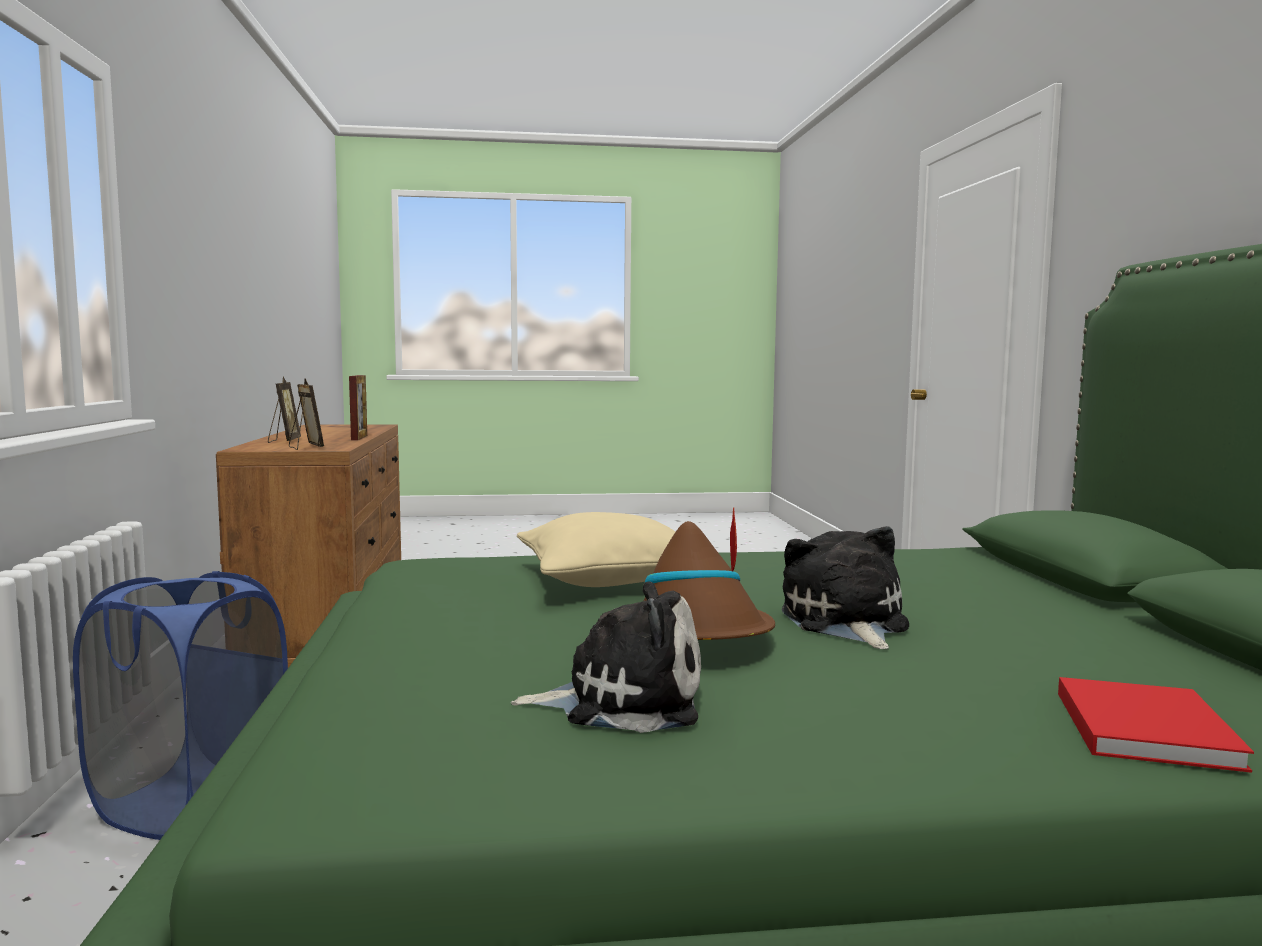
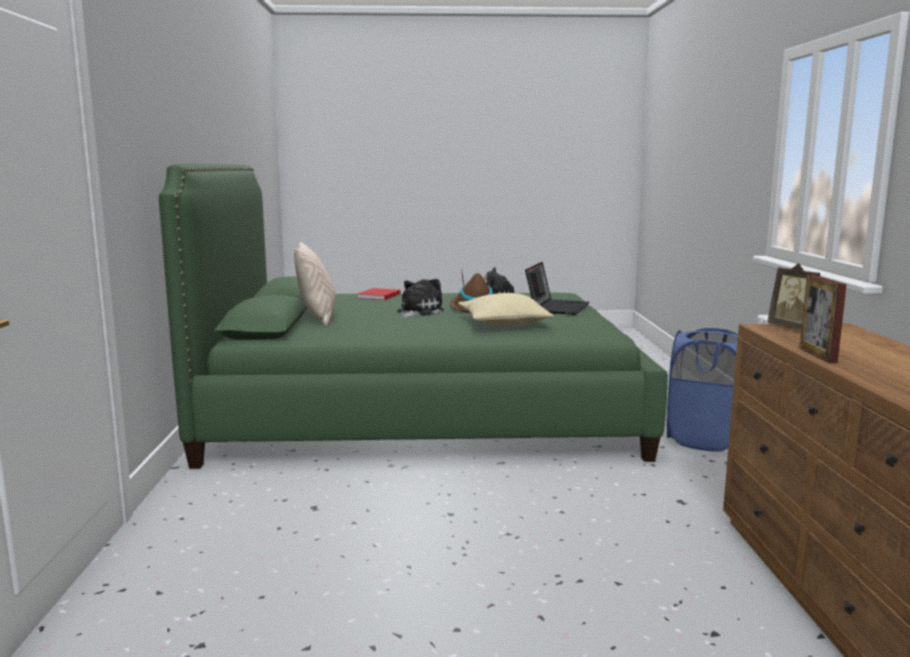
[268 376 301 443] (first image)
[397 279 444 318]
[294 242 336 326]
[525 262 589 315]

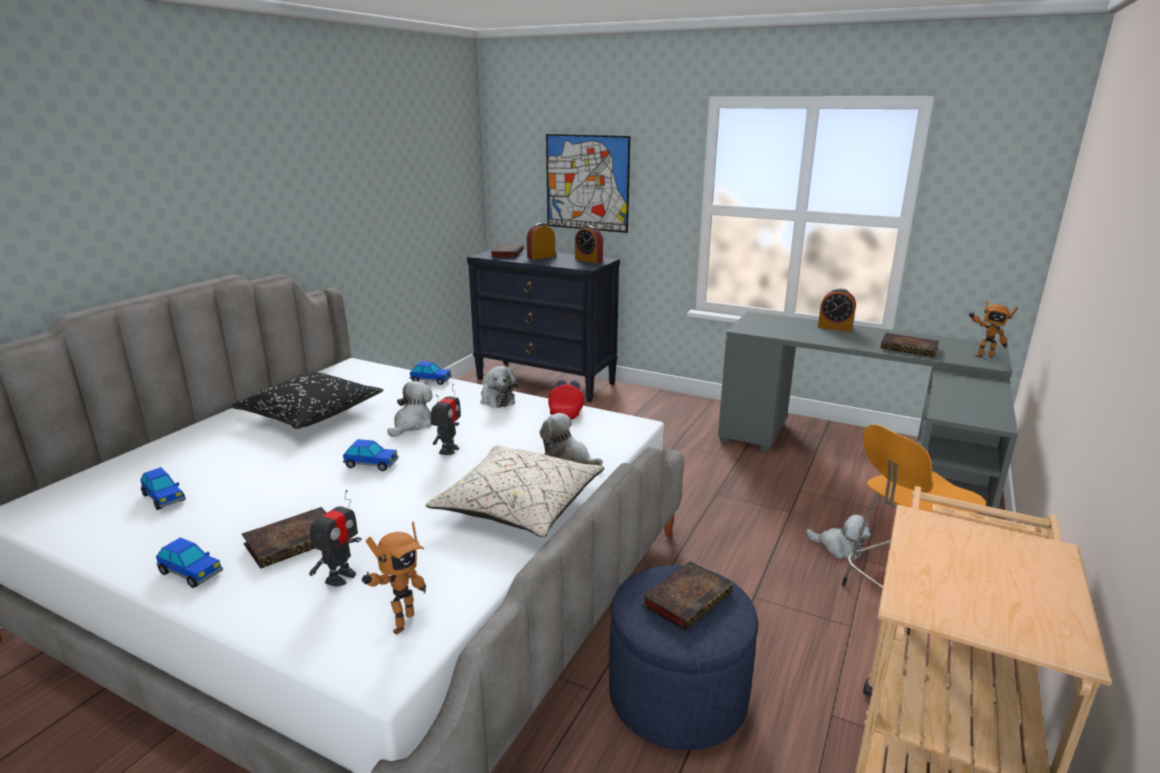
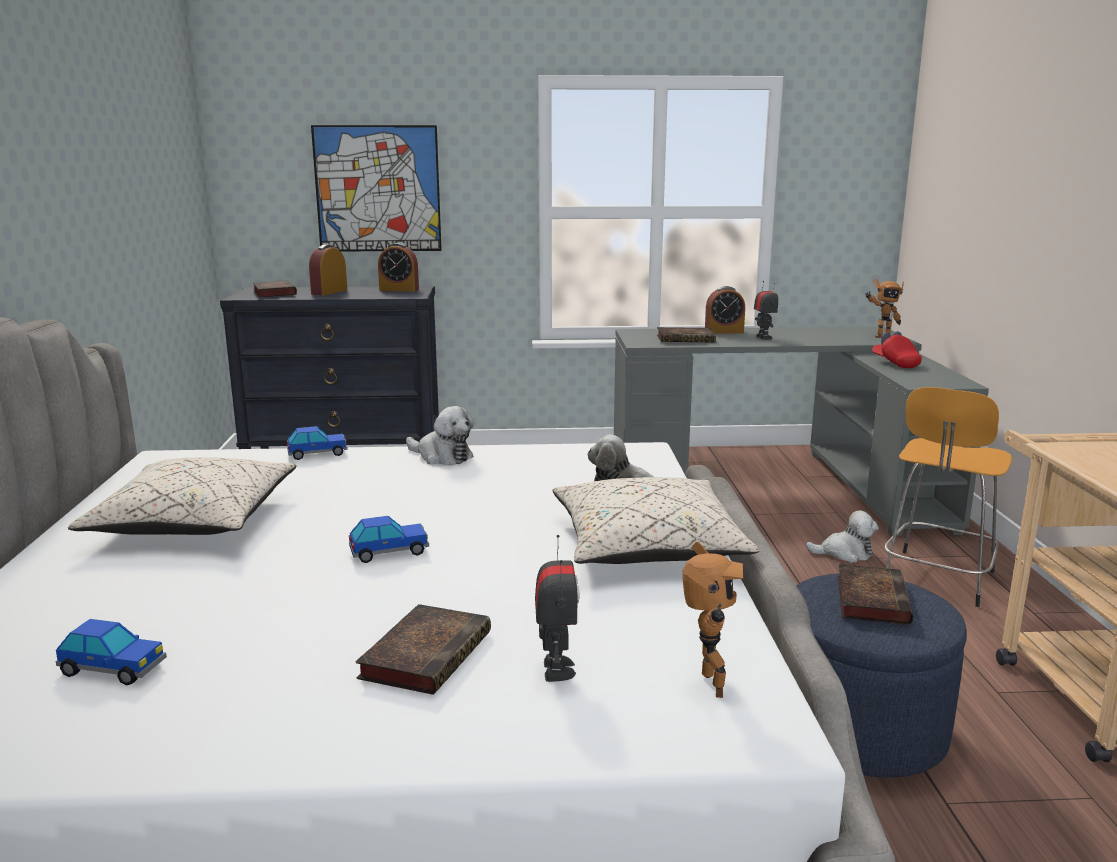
[657 327 716 343]
[68 457 296 535]
[872 331 922 368]
[388 381 433 437] (first image)
[754 281 778 340]
[156 537 223 588] (first image)

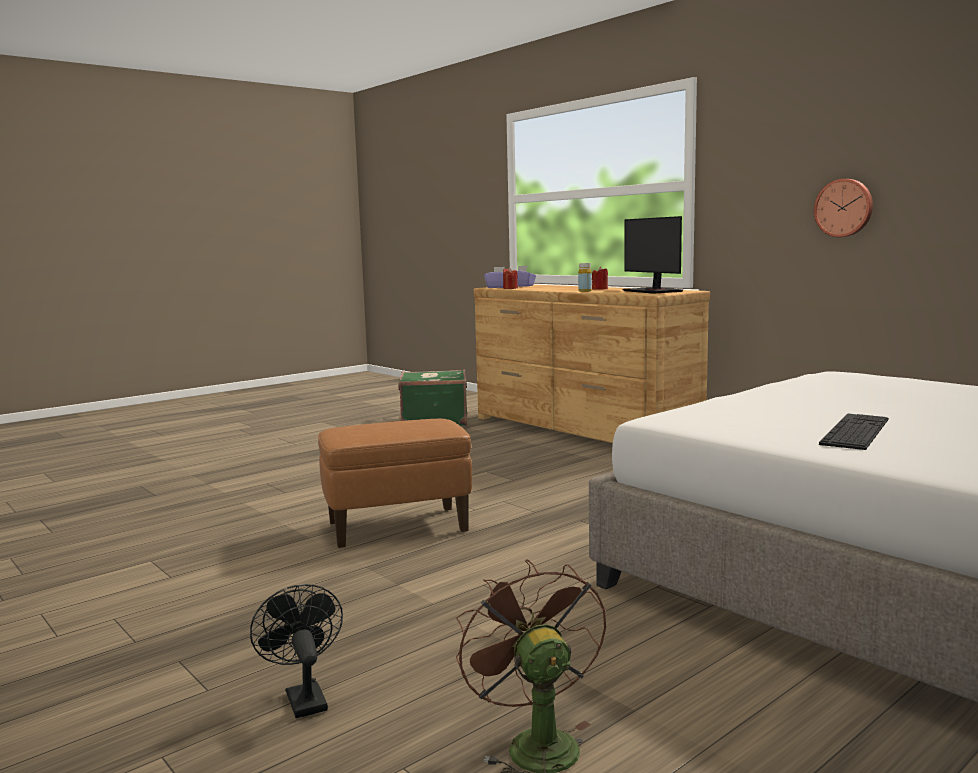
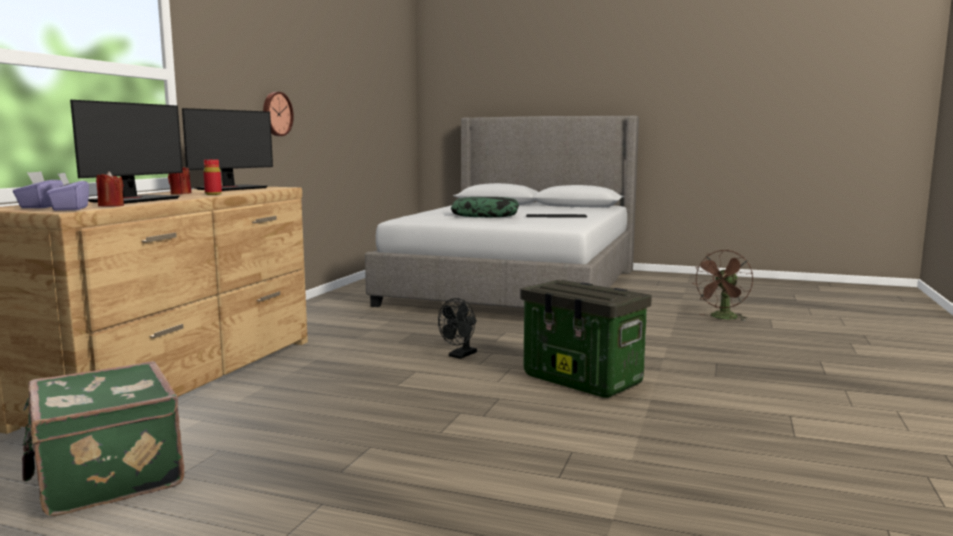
[203 160 222 195]
[520 280 652 398]
[438 298 477 359]
[70 100 183 204]
[451 197 519 217]

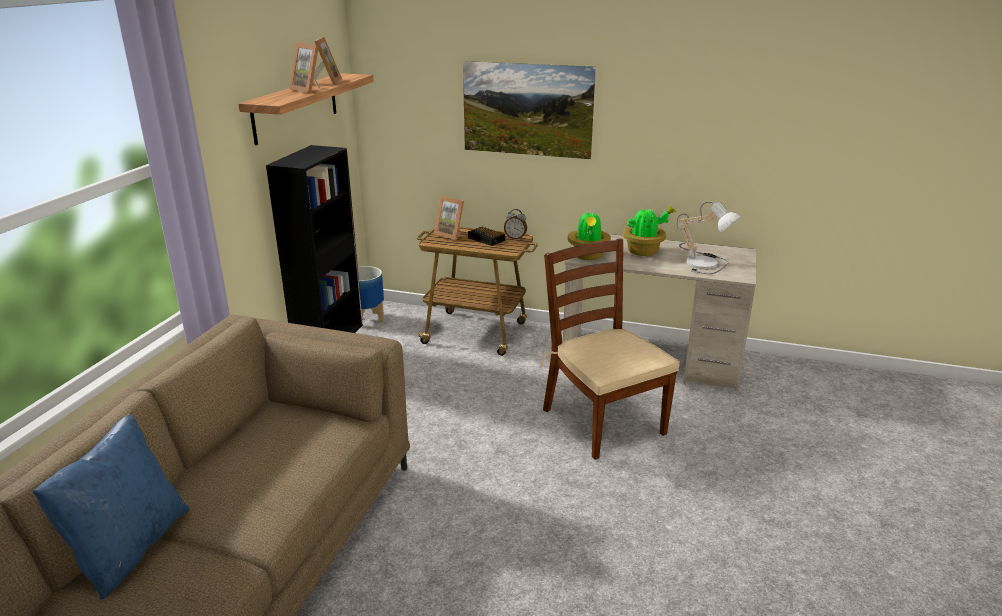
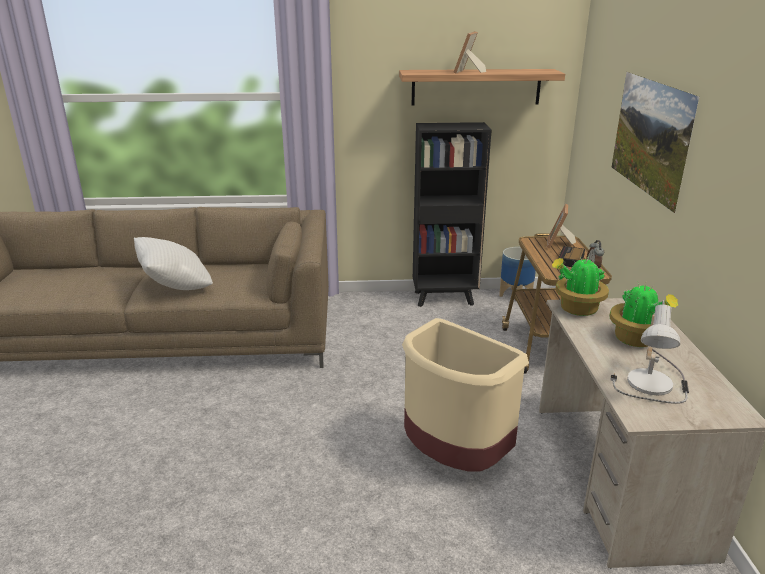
[313 37 342 85] (first image)
[402 318 529 471]
[32 414 190 600] (first image)
[134 237 213 290]

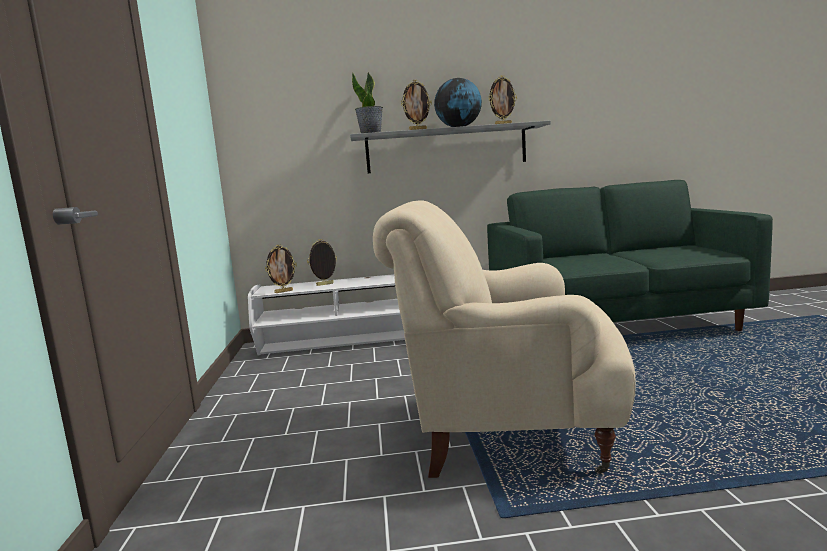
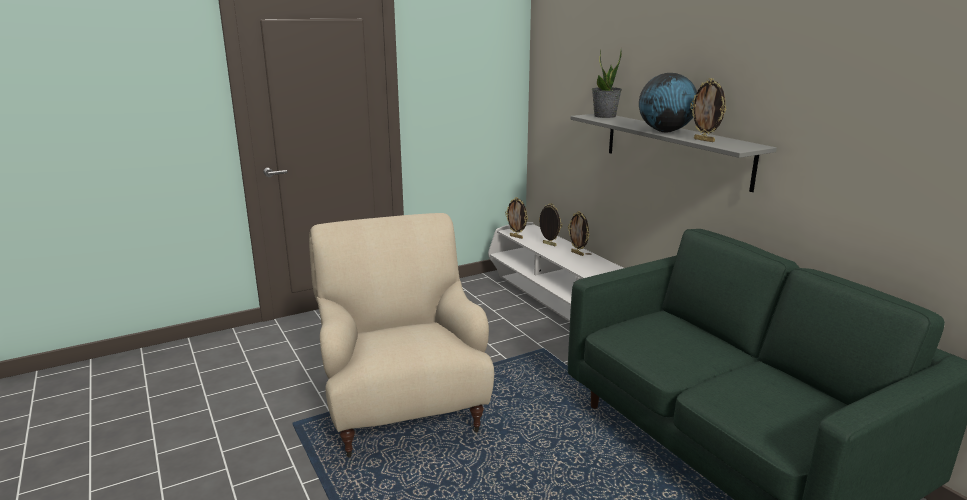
[568 211 589 256]

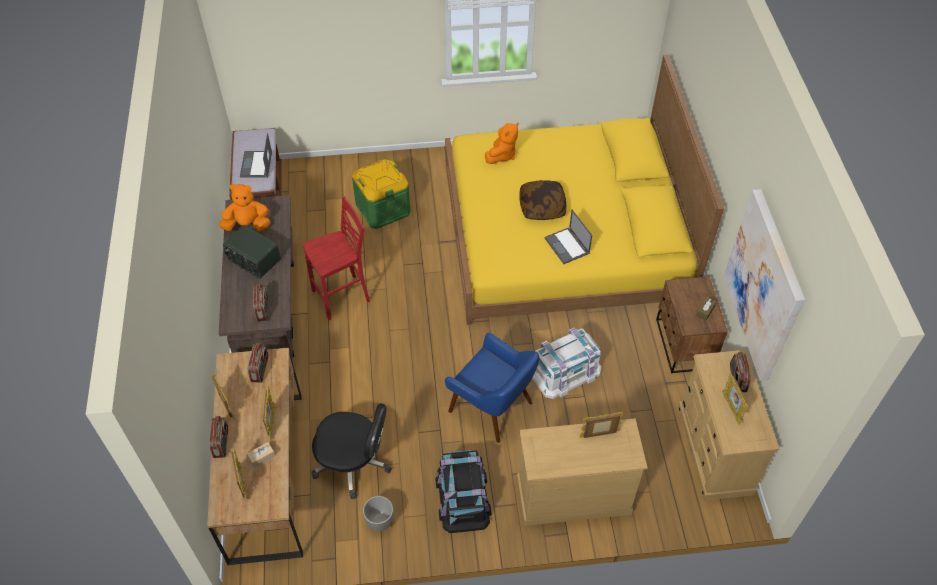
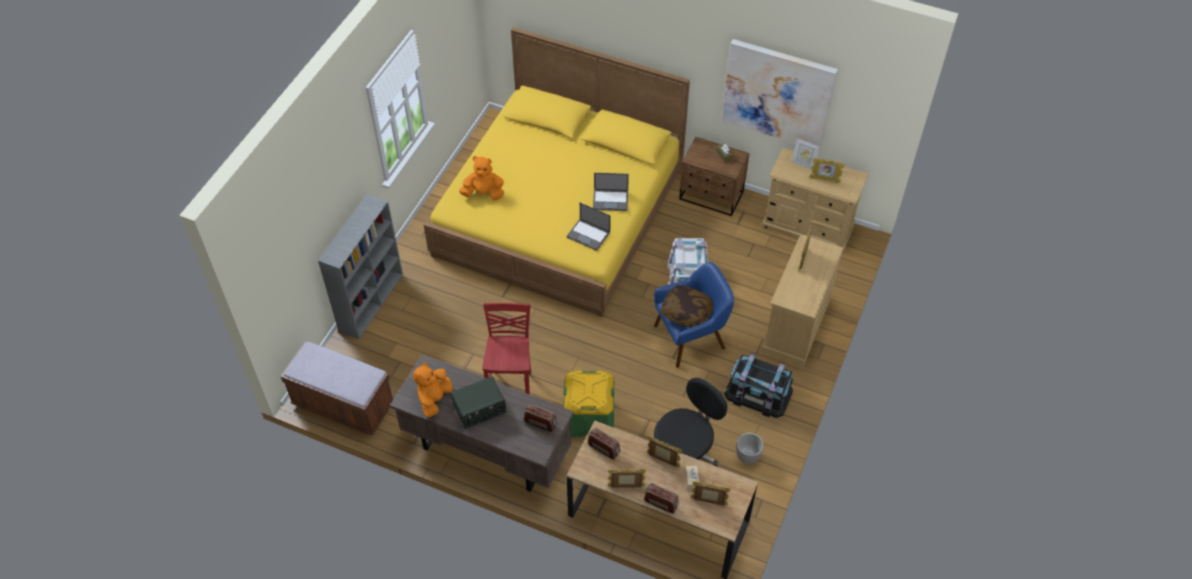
[459 156 504 200]
[566 203 611 251]
[563 370 614 437]
[660 285 713 328]
[792 138 819 170]
[318 194 403 339]

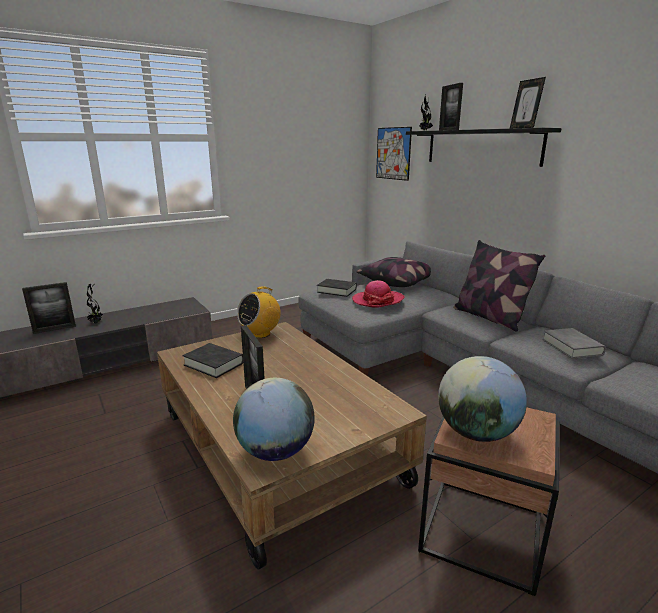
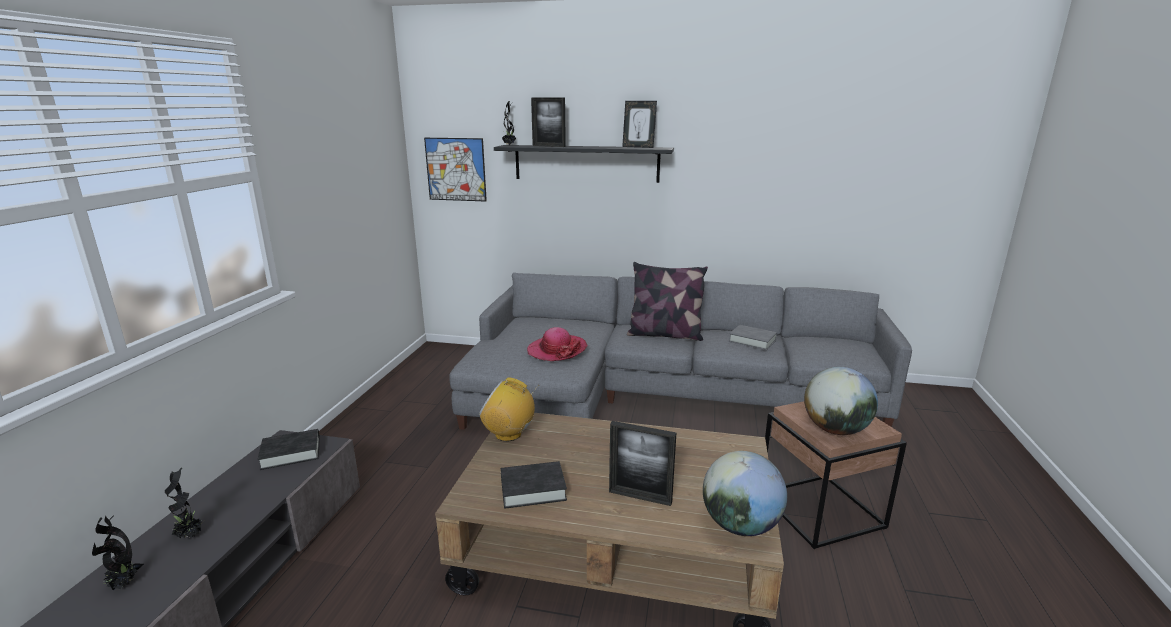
[356 257 431 287] (first image)
[257 429 320 470]
[92 515 144 590]
[479 377 539 442]

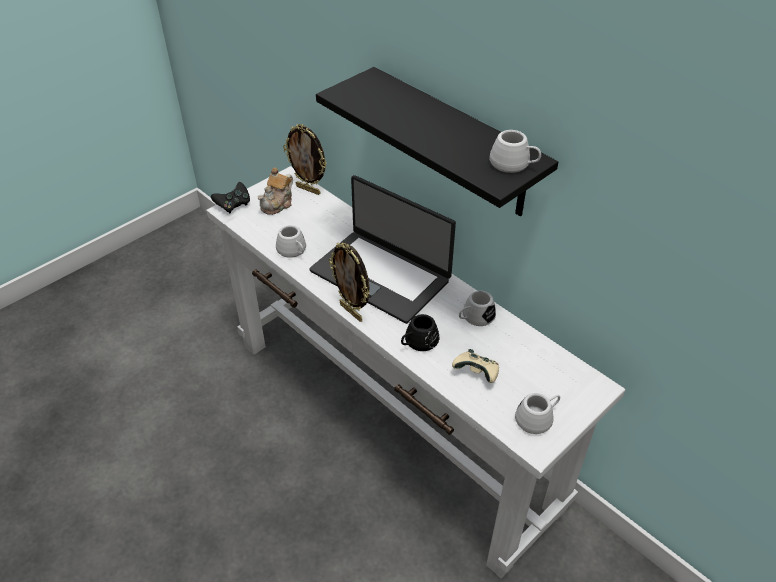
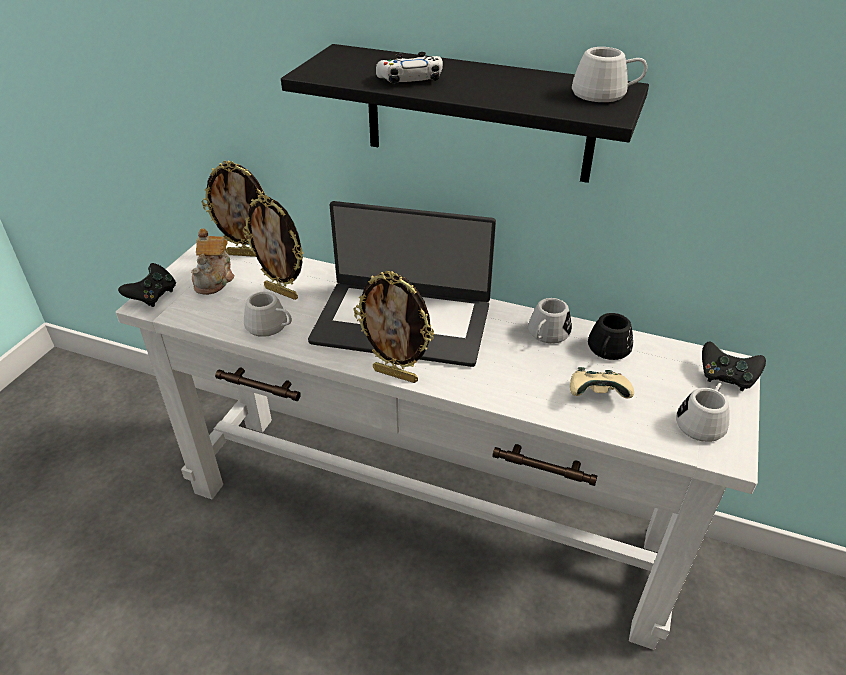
[588 313 633 360]
[376 52 443 84]
[243 194 303 300]
[702 342 766 391]

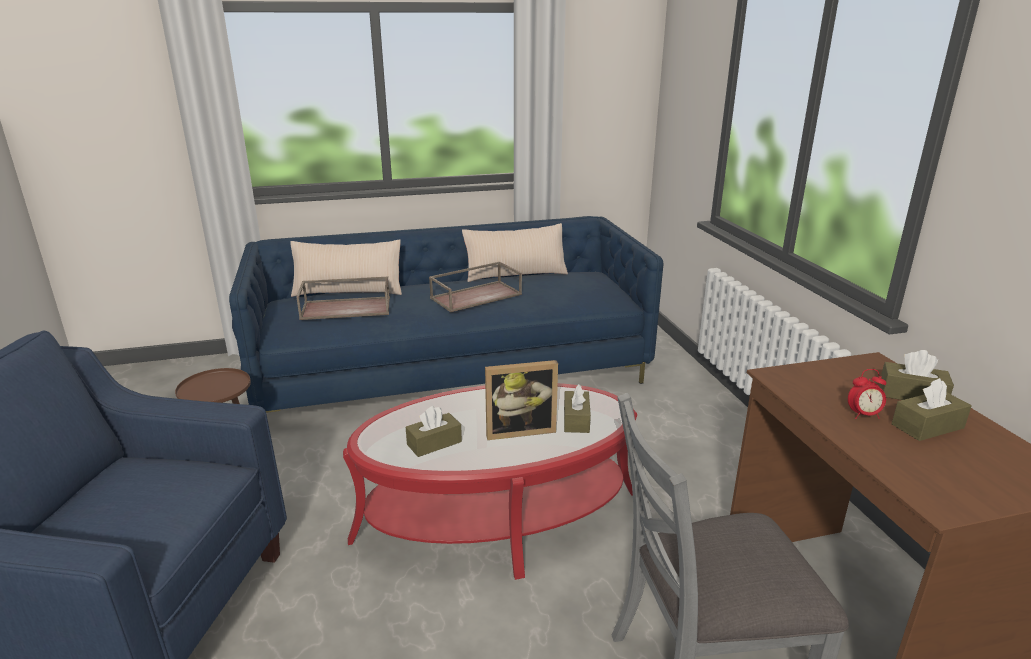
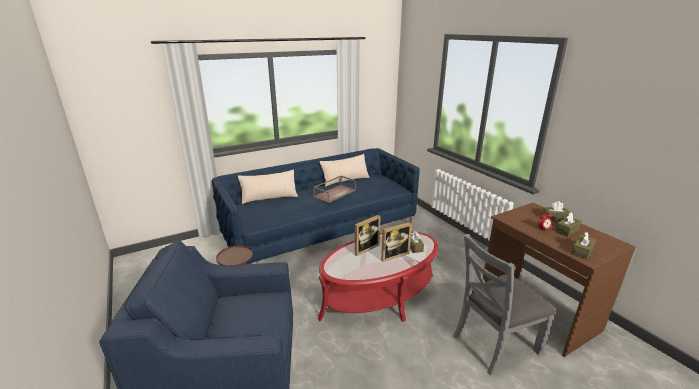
[296 277 390 320] (first image)
[571 232 596 260]
[355 215 381 256]

